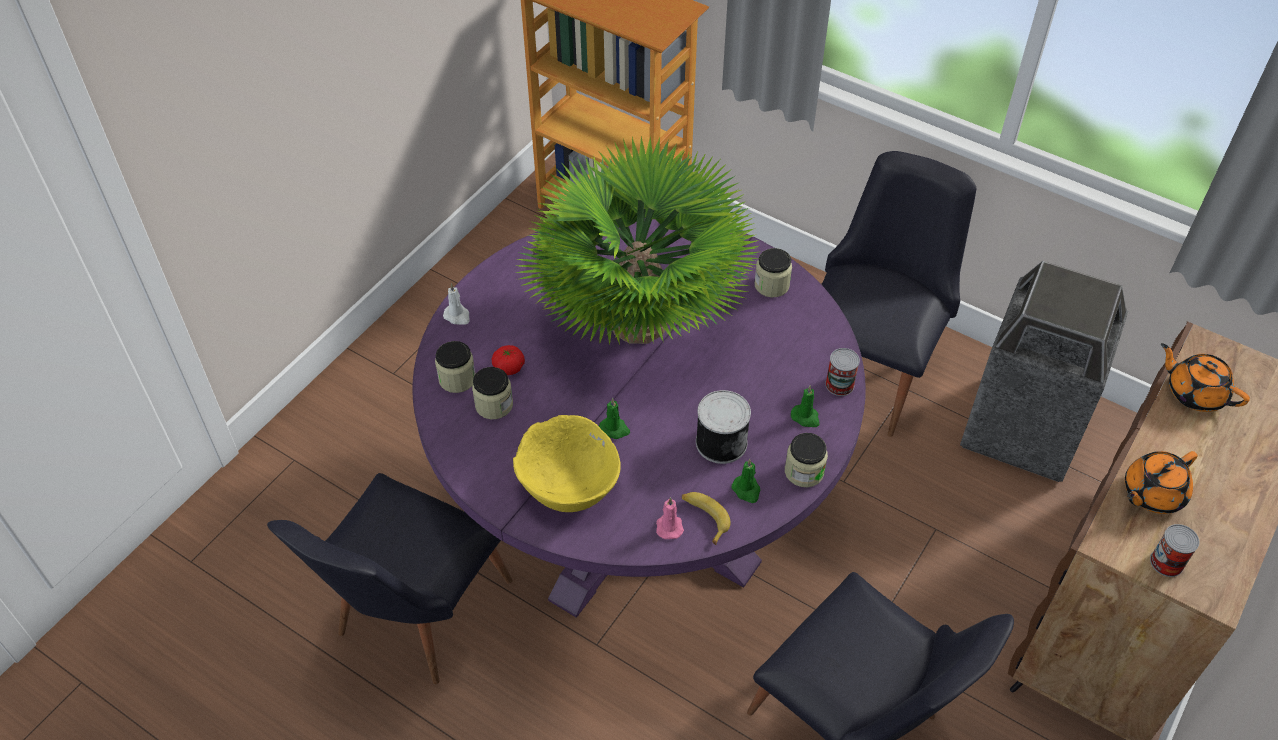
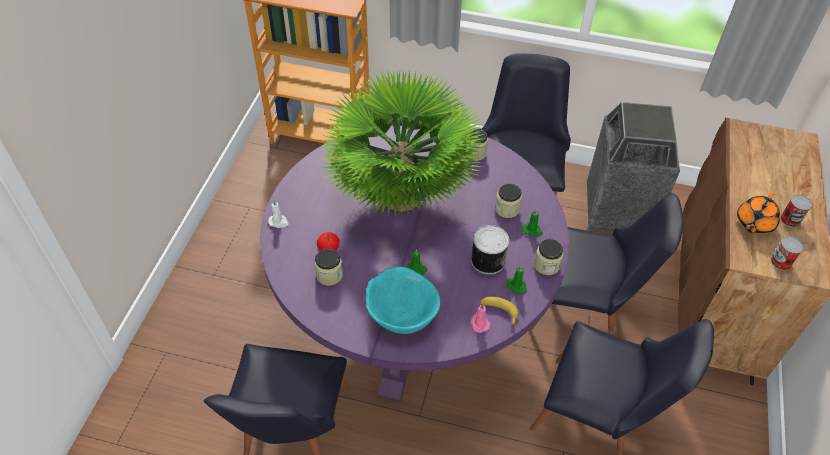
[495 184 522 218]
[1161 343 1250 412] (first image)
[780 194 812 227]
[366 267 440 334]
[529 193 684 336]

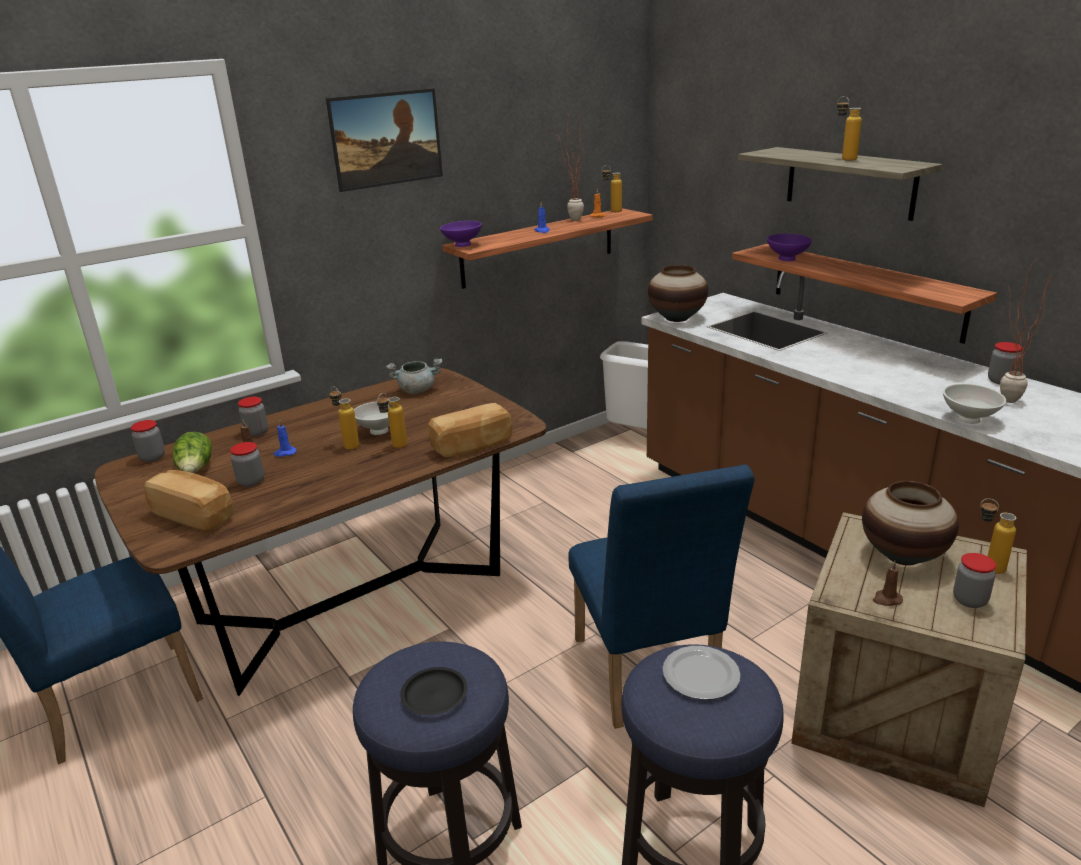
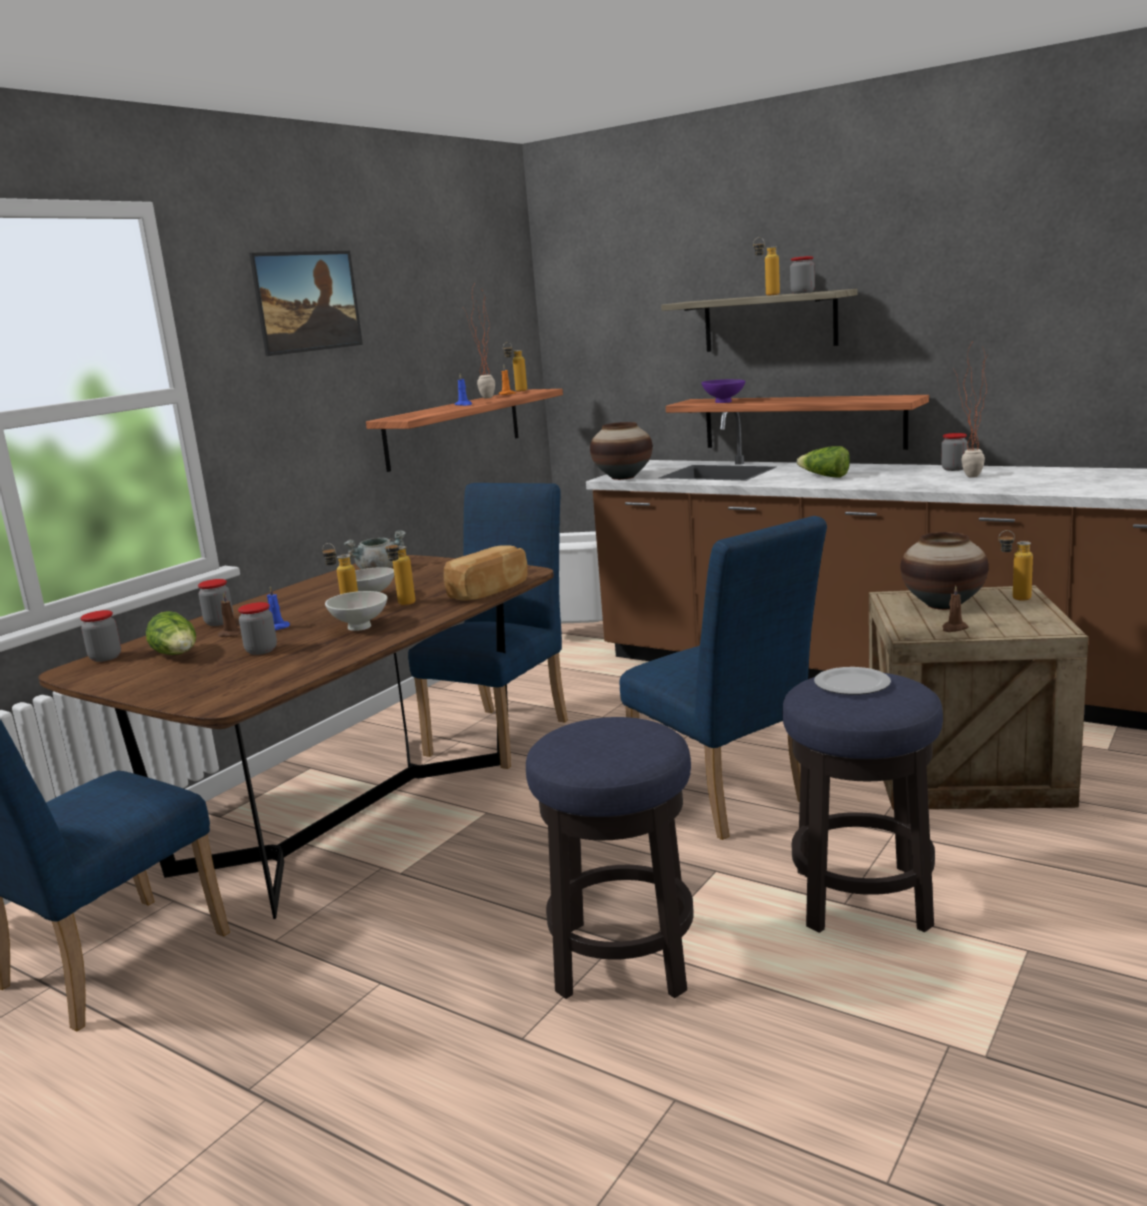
[440 221 482 247] (first image)
[325 591 388 631]
[144 470 234 533] (first image)
[790 256 815 294]
[400 667 468 715] (first image)
[796 446 850 478]
[408 483 568 769]

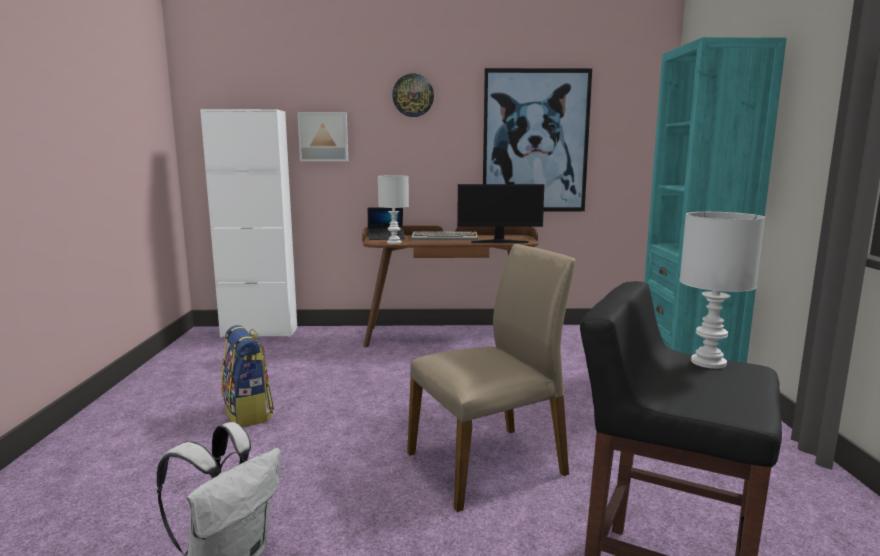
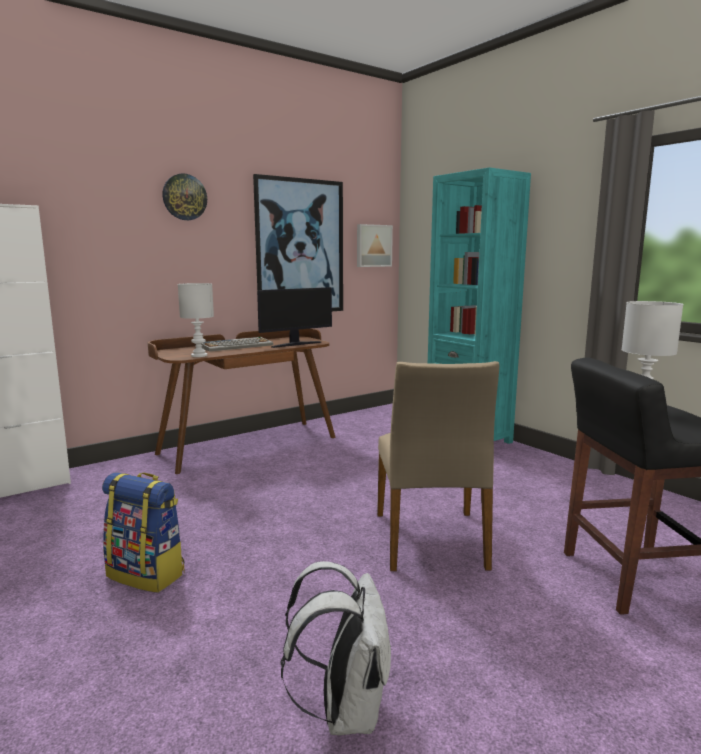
[357 224 393 267]
[368 207 405 240] (first image)
[377 361 499 571]

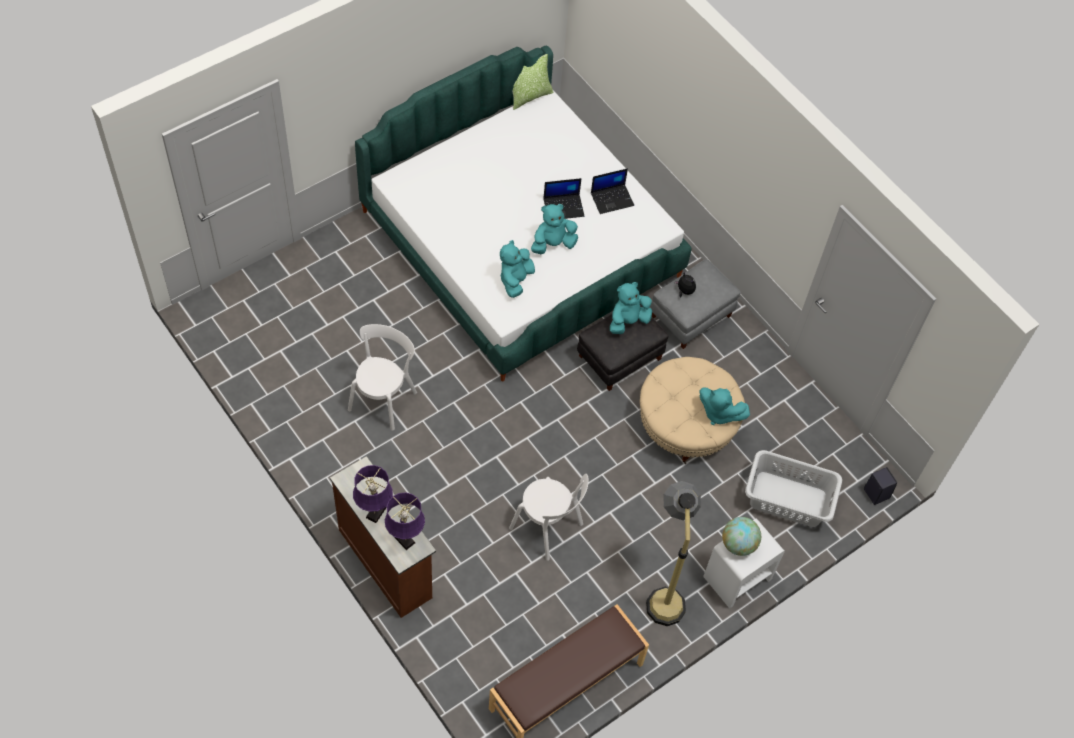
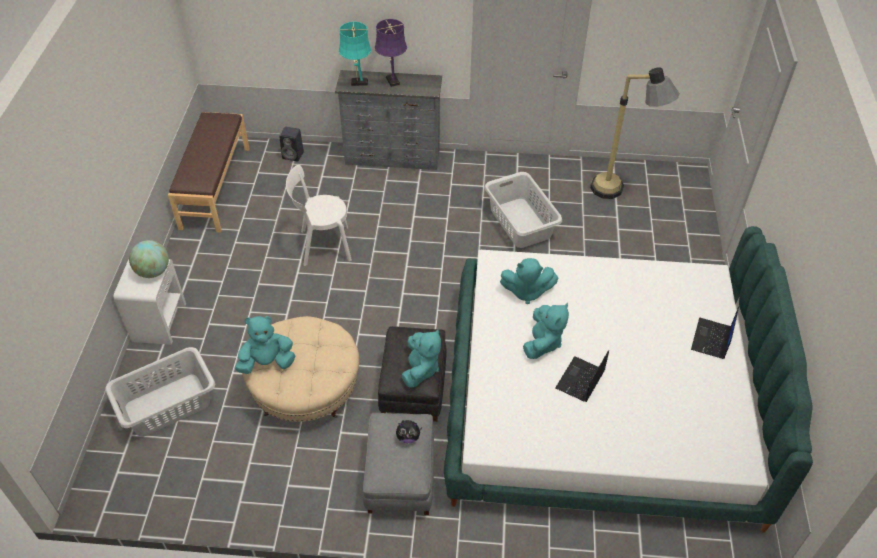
[512 54 553 110] (first image)
[691 307 739 359]
[500 258 558 304]
[484 172 562 248]
[335 70 442 170]
[279 127 304 161]
[590 67 680 199]
[339 22 371 86]

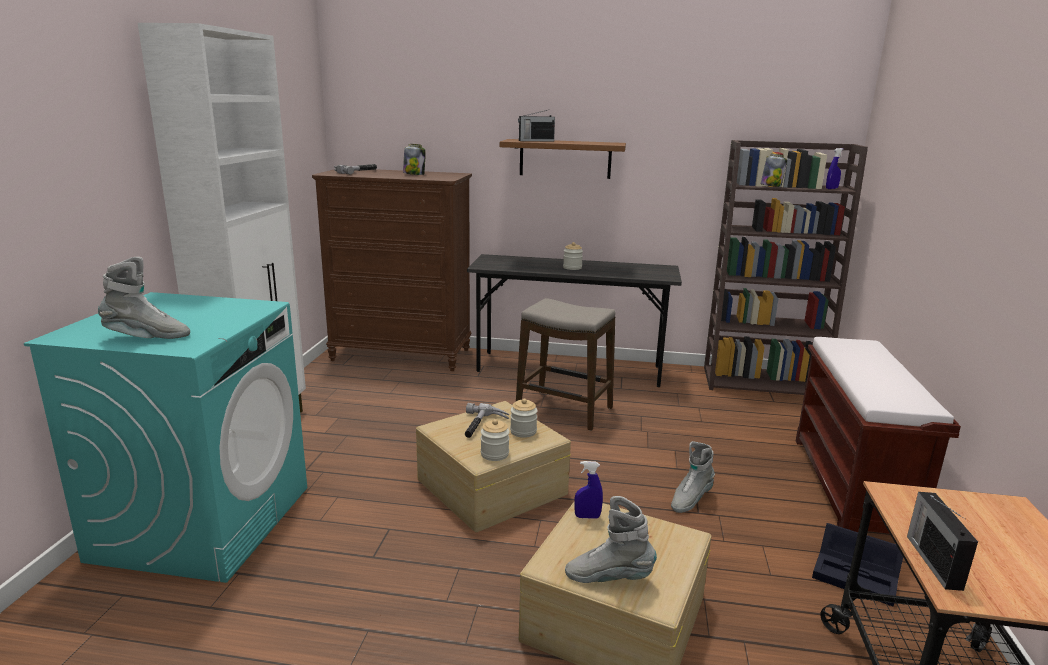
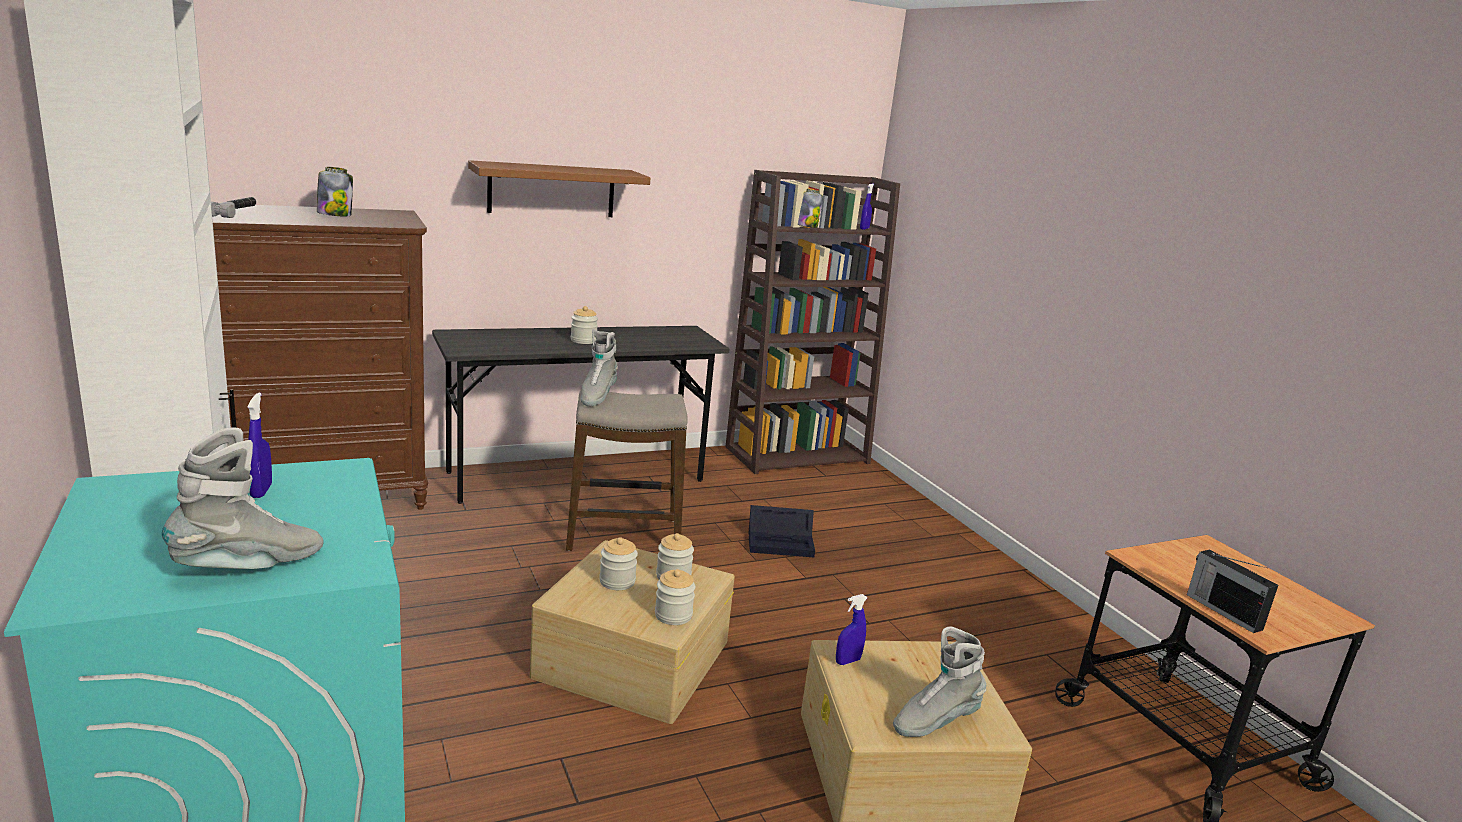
[518 109 555 142] (first image)
[796 337 961 534] (first image)
[599 537 638 590]
[581 329 618 406]
[748 505 815 557]
[248 392 272 498]

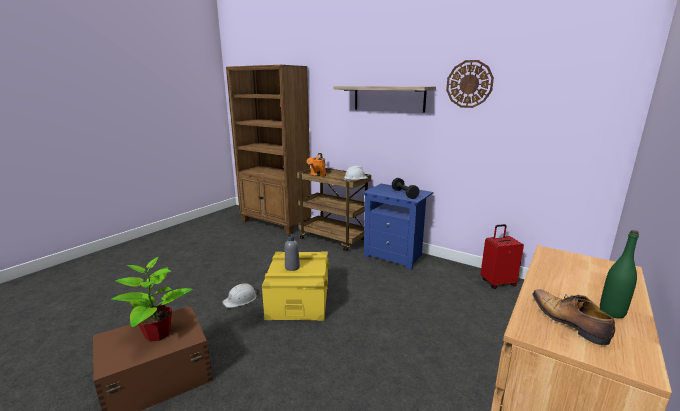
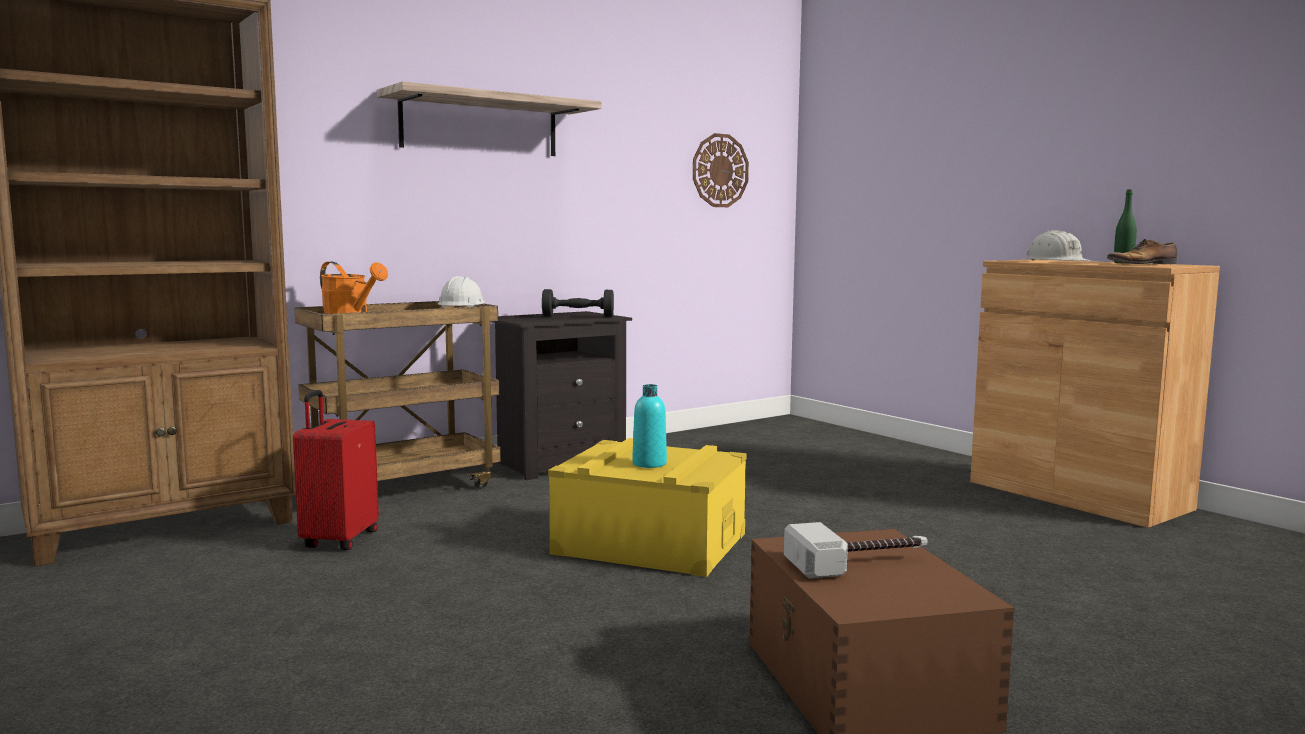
[693 133 749 207]
[494 311 632 480]
[293 390 379 550]
[632 384 667 468]
[784 522 928 579]
[1025 230 1092 261]

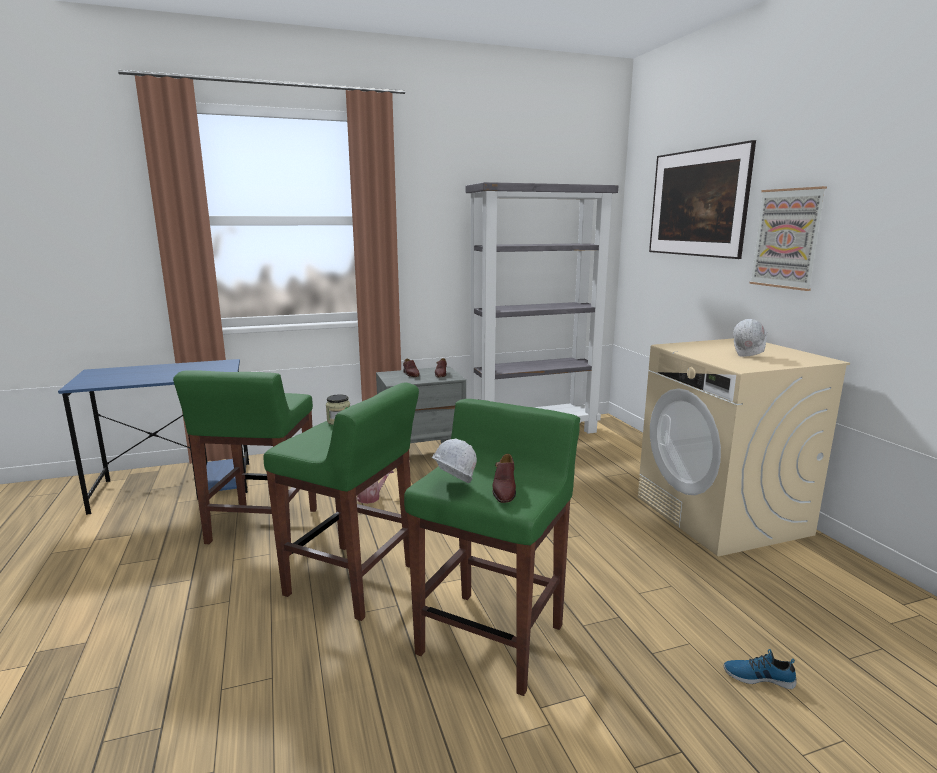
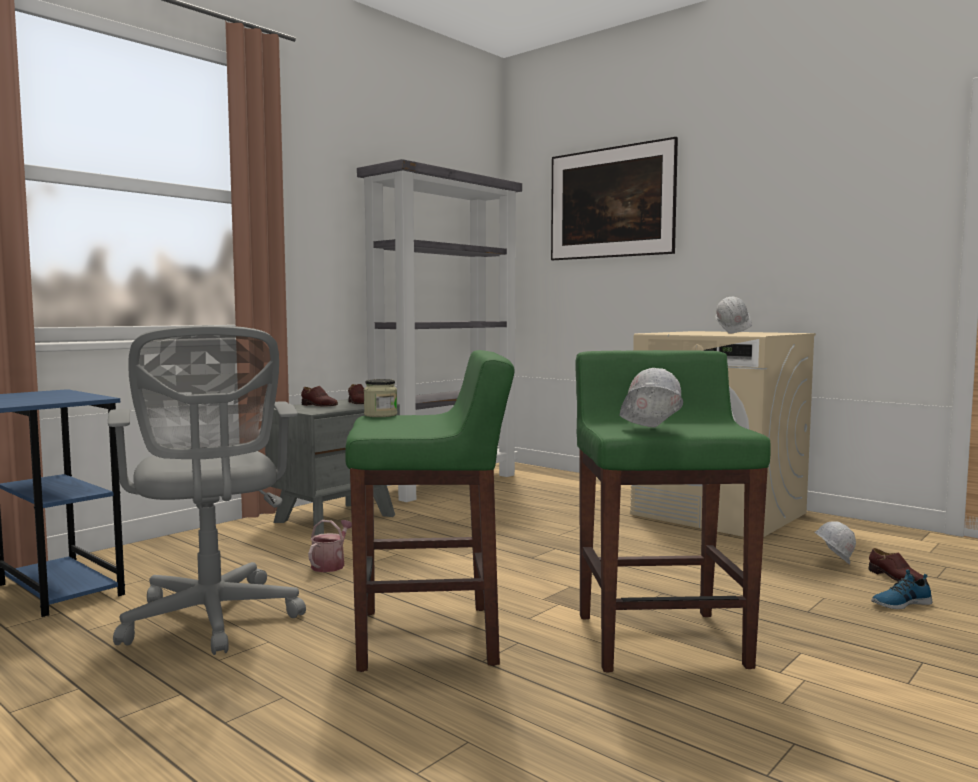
[749 186 827 291] (first image)
[108 325 306 655]
[869 548 927 581]
[815 521 856 565]

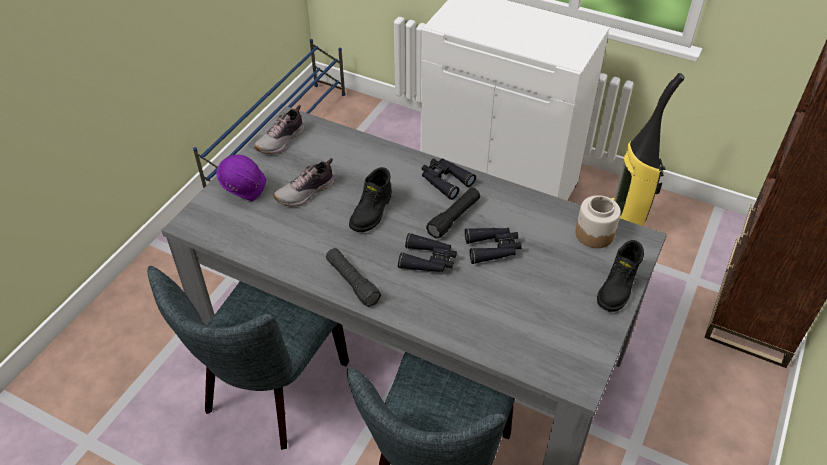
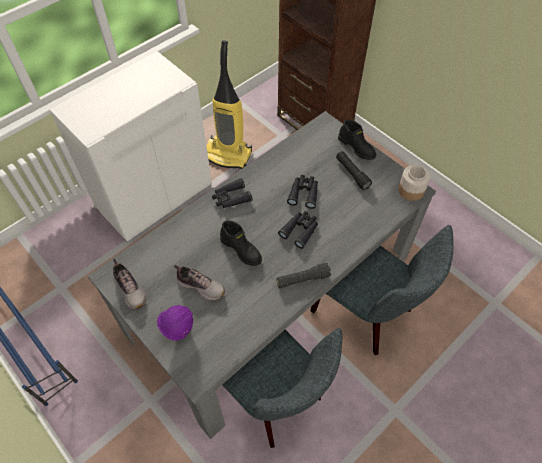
[174 265 225 301]
[336 151 372 190]
[398 165 430 201]

